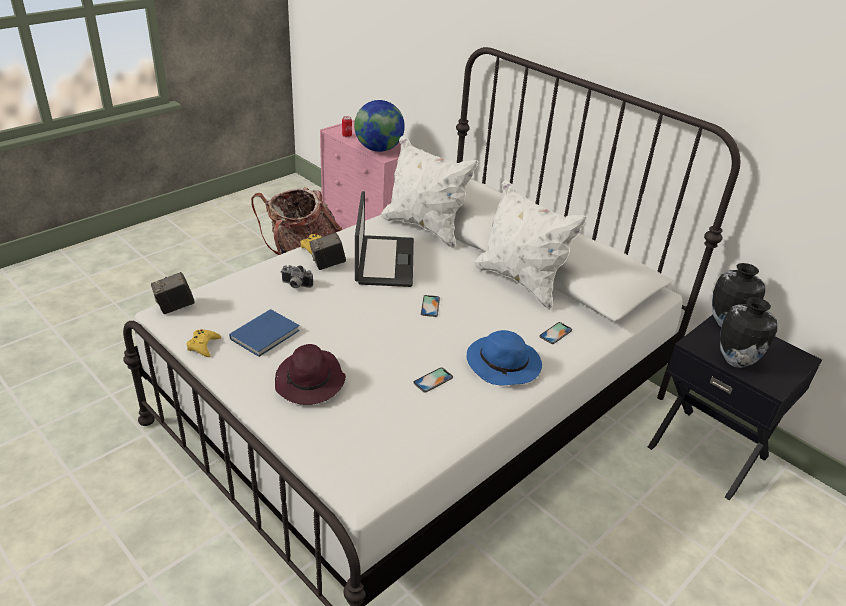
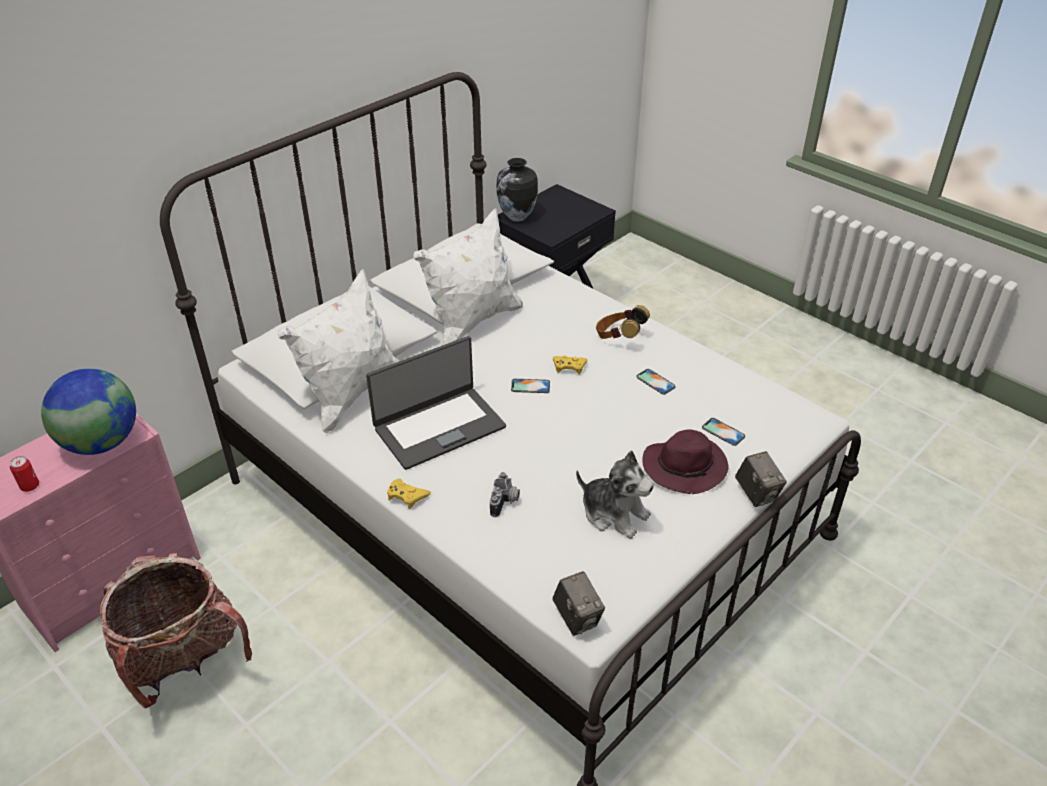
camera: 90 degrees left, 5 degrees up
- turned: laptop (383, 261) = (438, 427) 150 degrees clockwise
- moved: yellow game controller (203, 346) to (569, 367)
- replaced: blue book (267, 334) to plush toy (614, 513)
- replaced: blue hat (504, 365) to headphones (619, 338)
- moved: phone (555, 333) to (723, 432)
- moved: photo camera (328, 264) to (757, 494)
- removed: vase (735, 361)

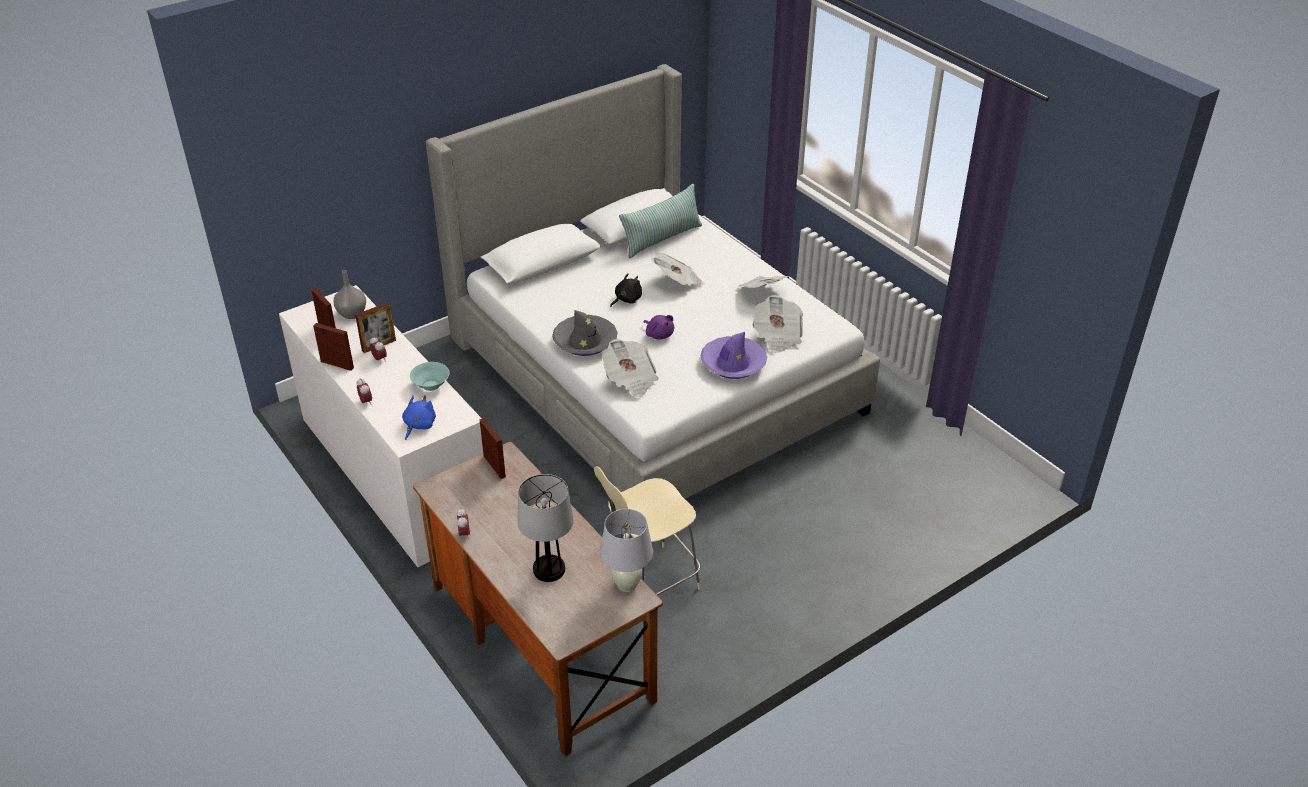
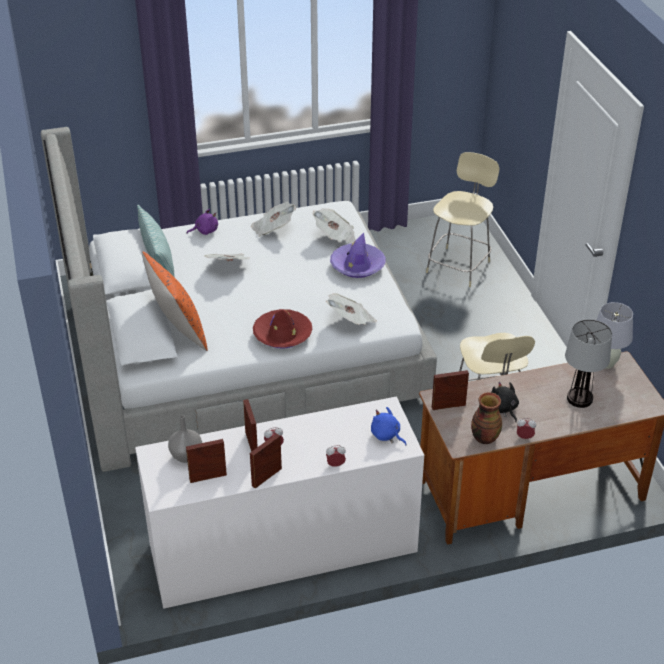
camera: 70 degrees left, 0 degrees up
- added: orange pillow (178, 330)
- moved: purple plush toy (659, 334) to (205, 231)
- recoloured: grey hat (585, 341) to red hat (282, 334)
- added: beige chair (459, 265)
- added: vase (484, 438)
- moved: black plush toy (626, 299) to (503, 409)
- removed: turquoise bowl (430, 385)

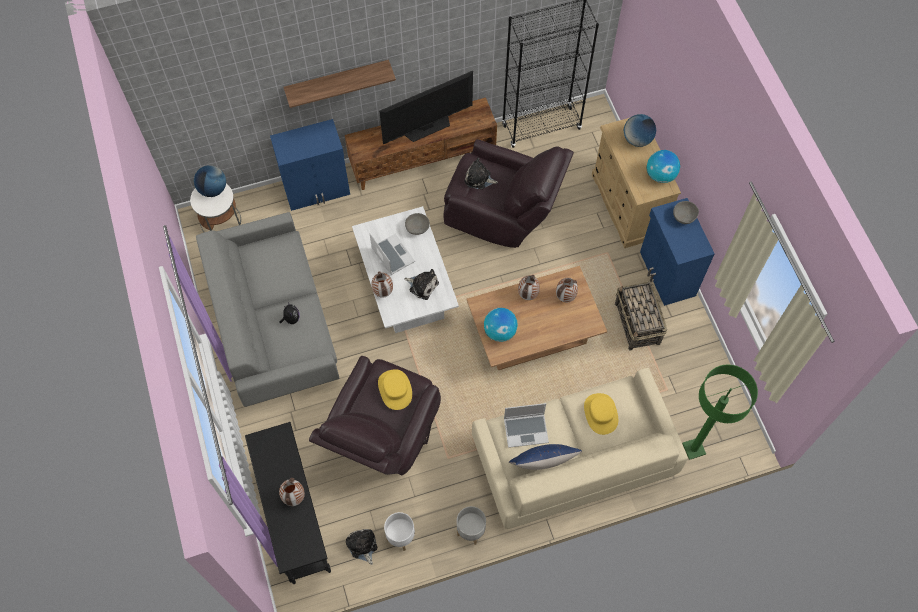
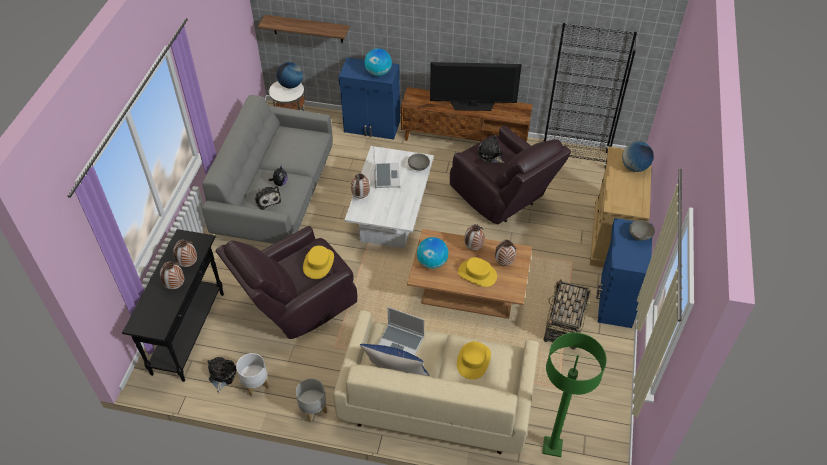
camera: 30 degrees right, 15 degrees down
- added: vase (188, 265)
- moved: plush toy (422, 285) to (267, 199)
- moved: shelf (337, 81) to (307, 29)
- moved: globe (660, 175) to (378, 73)
- added: yellow hat (477, 274)

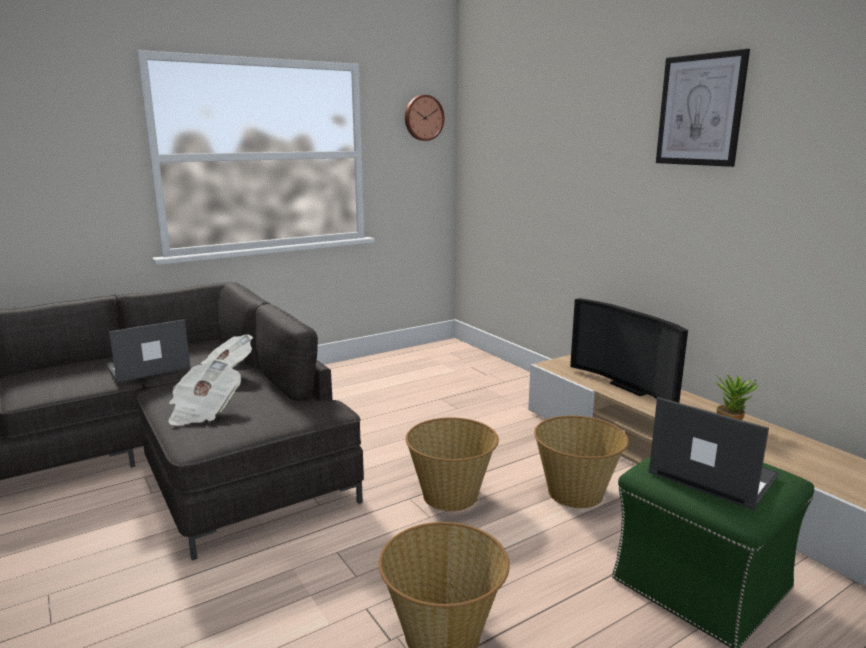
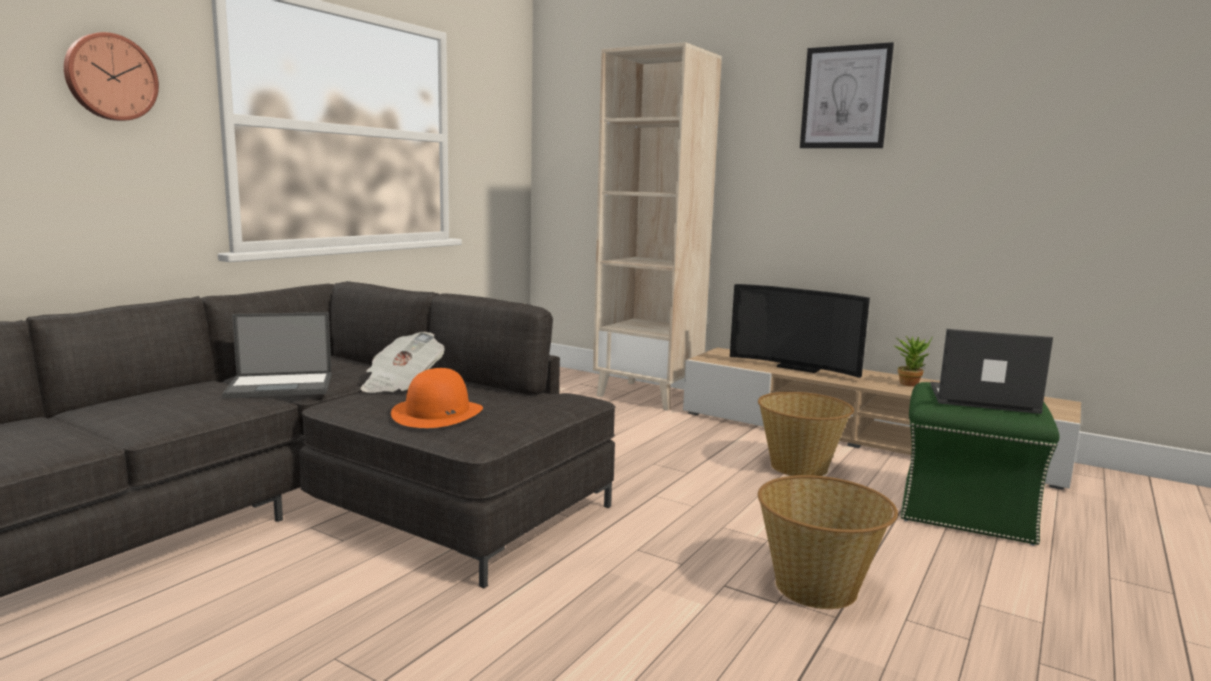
camera: 25 degrees left, 5 degrees down
- moved: wall clock (423, 118) to (110, 77)
- turned: laptop (147, 367) = (282, 386) 135 degrees counterclockwise
- replaced: newspaper (203, 411) to orange hat (437, 413)
- added: beige bookcase (649, 395)
- removed: basket (451, 495)

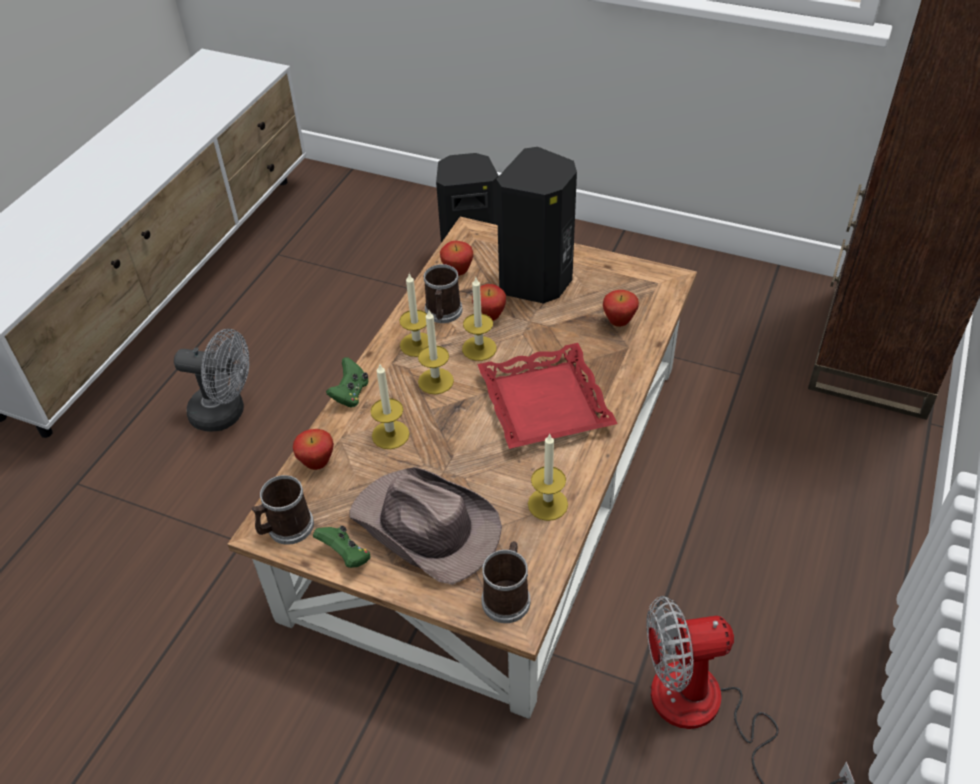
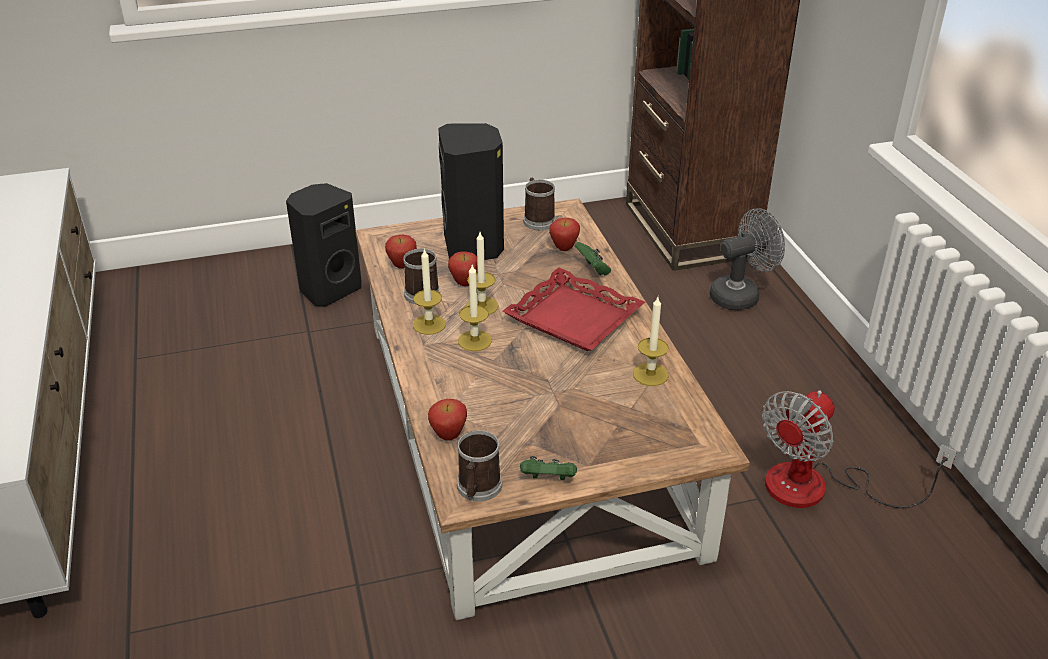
camera: 40 degrees left, 10 degrees down
- moved: mug (507, 596) to (538, 219)
- moved: green game controller (350, 394) to (593, 269)
- moved: grey fan (226, 413) to (741, 295)
- removed: brown hat (426, 528)
- removed: candle (390, 435)

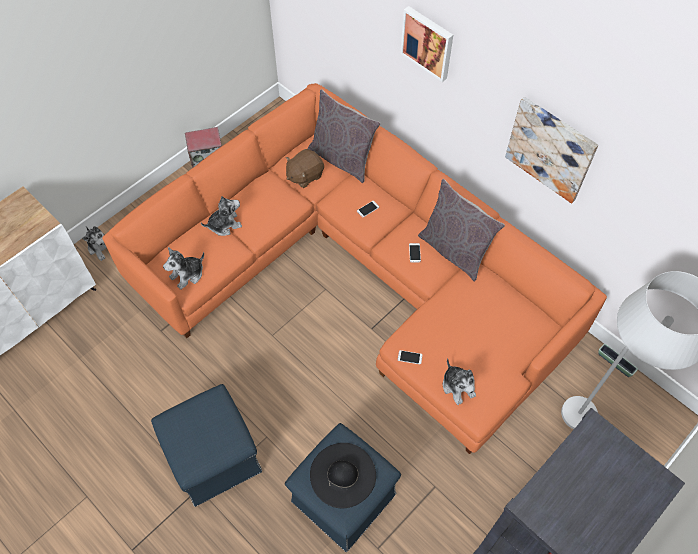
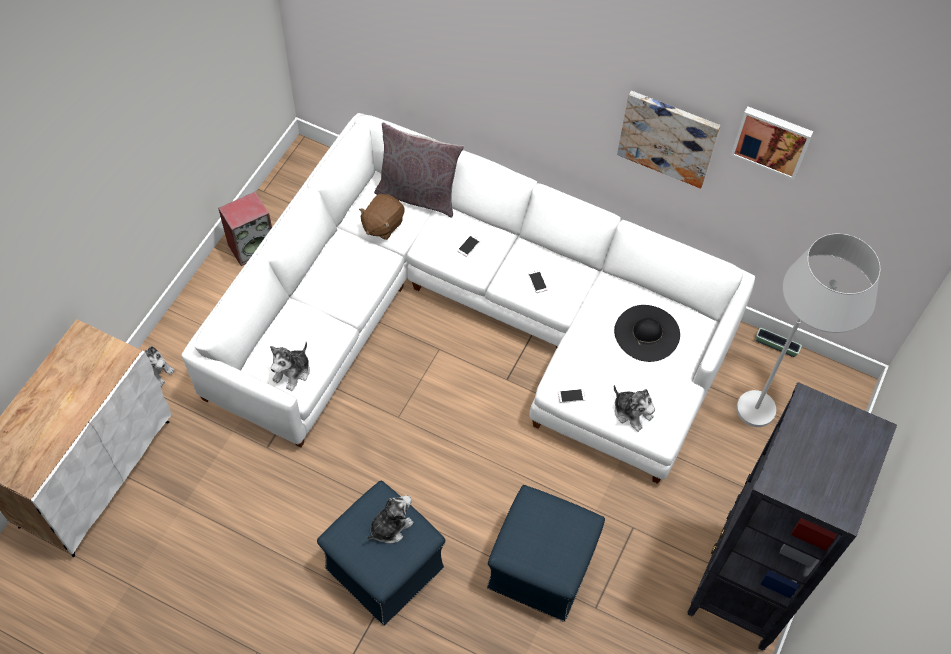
camera: 20 degrees left, 0 degrees up
- recoloured: orange sofa (360, 272) to white sofa (471, 320)
- moved: plush toy (224, 224) to (390, 526)
- moved: black hat (343, 475) to (647, 333)
- moved: picture (428, 42) to (772, 140)
- removed: grey pillow (454, 250)

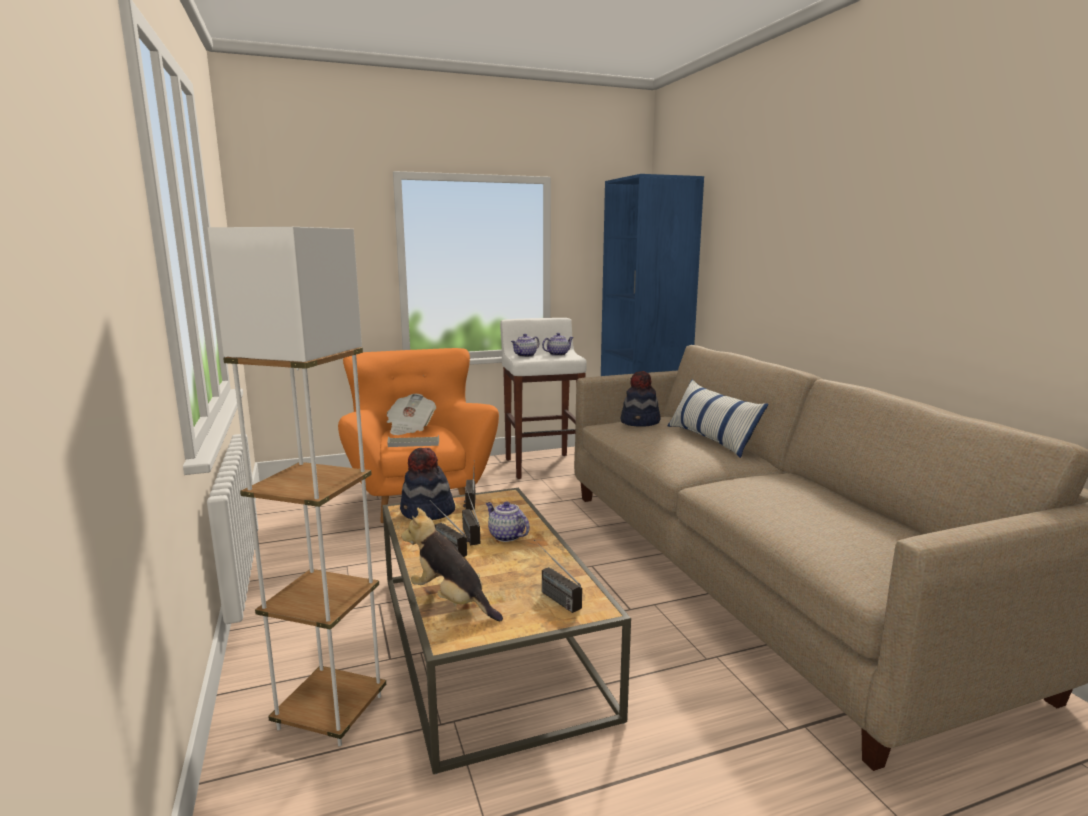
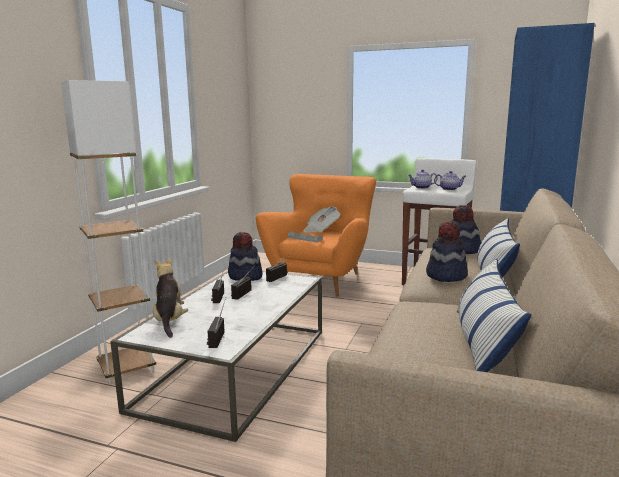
camera: 40 degrees right, 0 degrees up
- recoloured: brown coffee table (488, 641) to white coffee table (236, 368)
- added: hat (446, 275)
- added: pillow (483, 343)
- removed: teapot (506, 536)

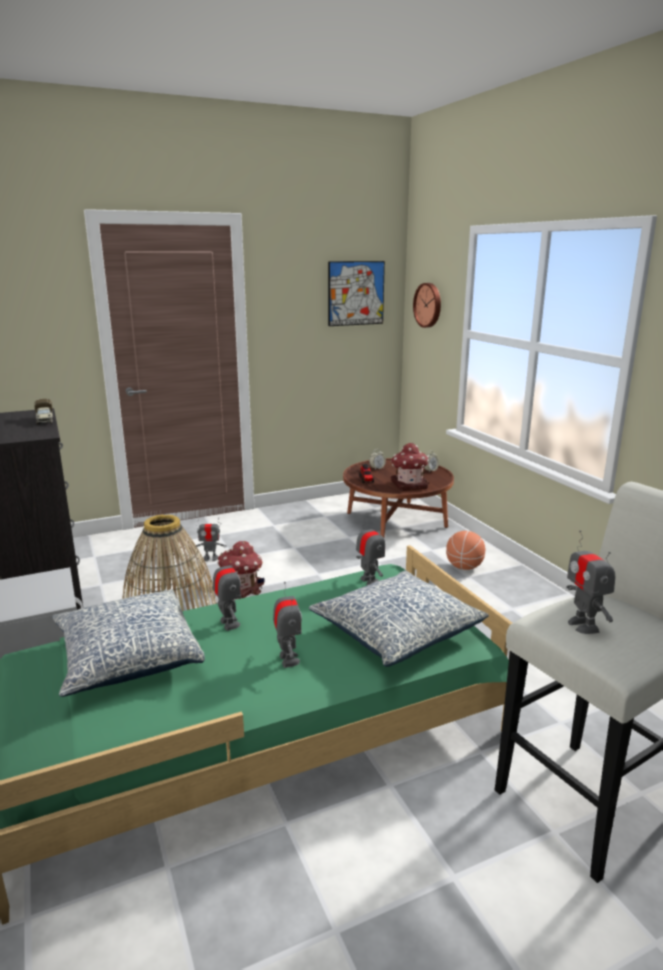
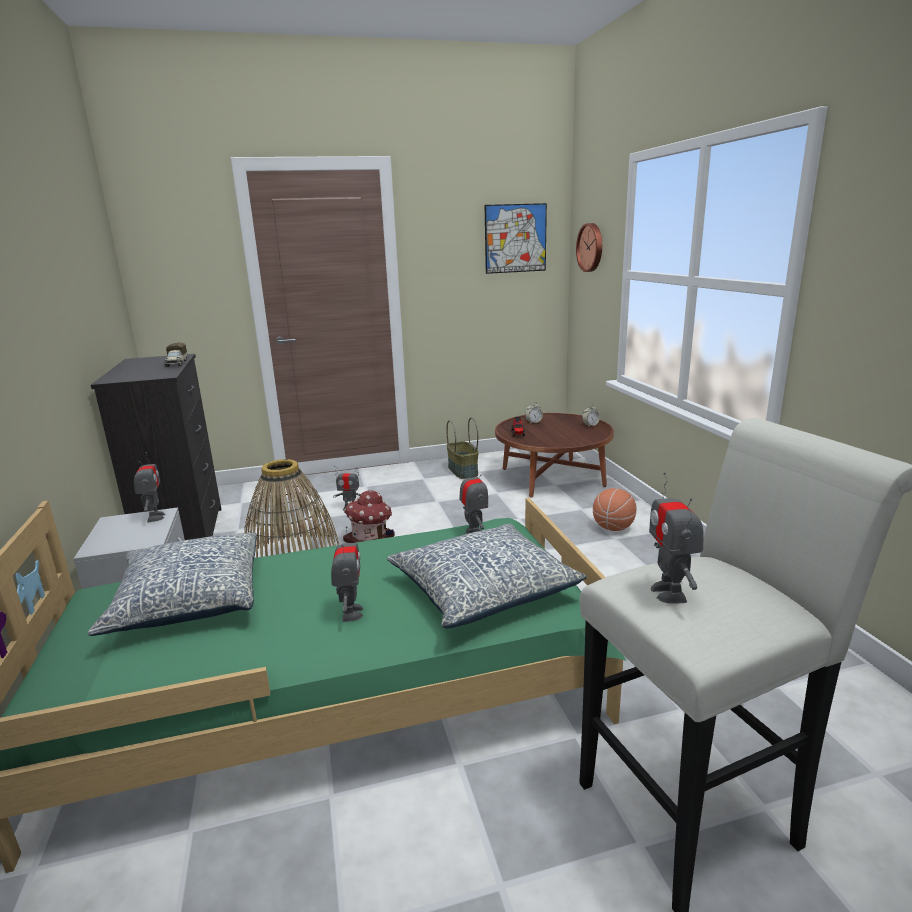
camera: 10 degrees right, 0 degrees up
- moved: toy robot (229, 624) to (155, 517)
- added: basket (462, 471)
- removed: toy house (408, 484)

